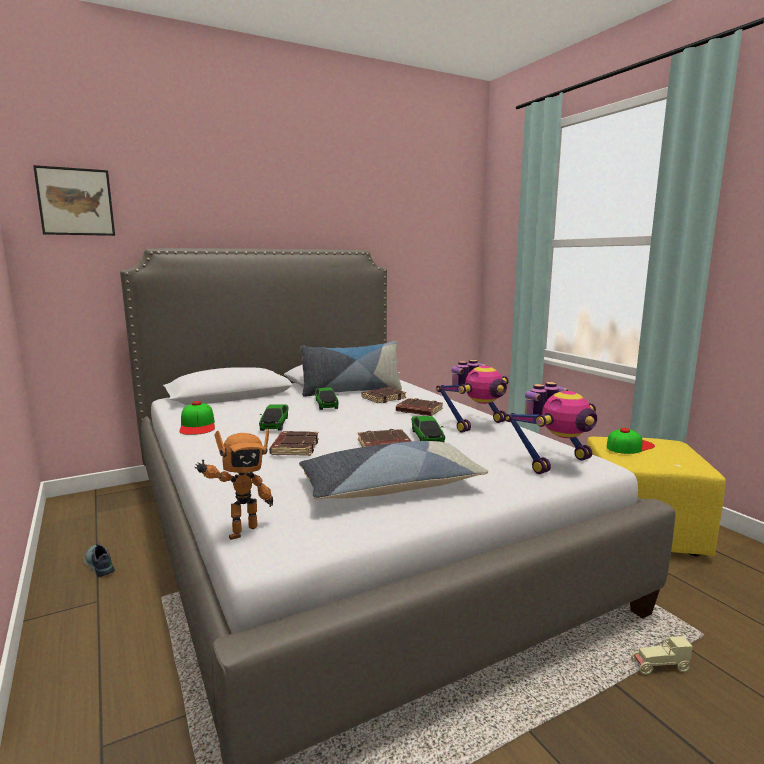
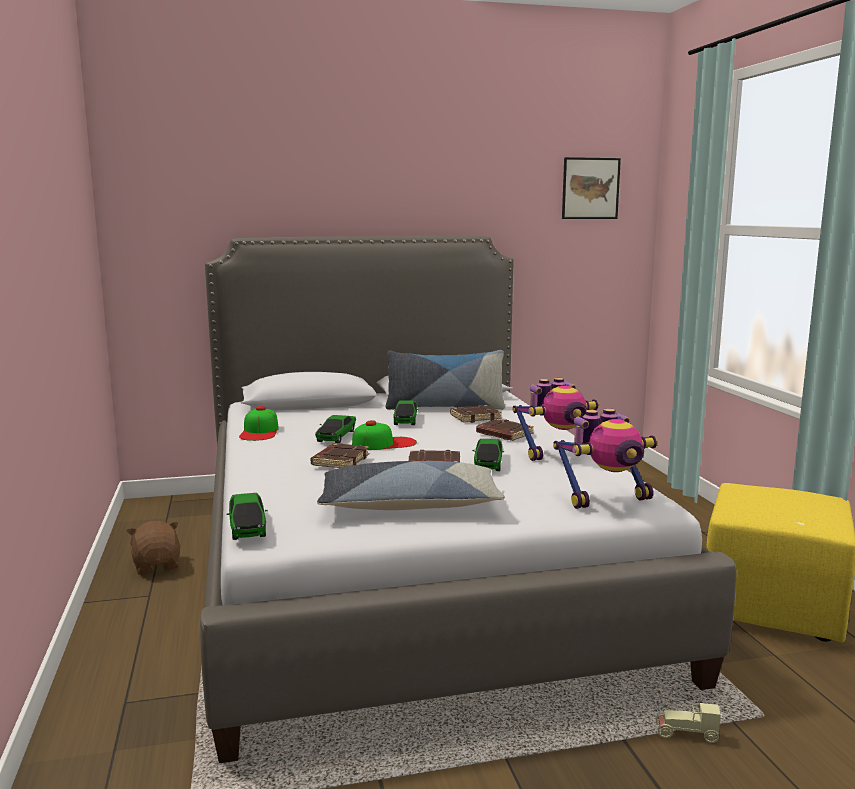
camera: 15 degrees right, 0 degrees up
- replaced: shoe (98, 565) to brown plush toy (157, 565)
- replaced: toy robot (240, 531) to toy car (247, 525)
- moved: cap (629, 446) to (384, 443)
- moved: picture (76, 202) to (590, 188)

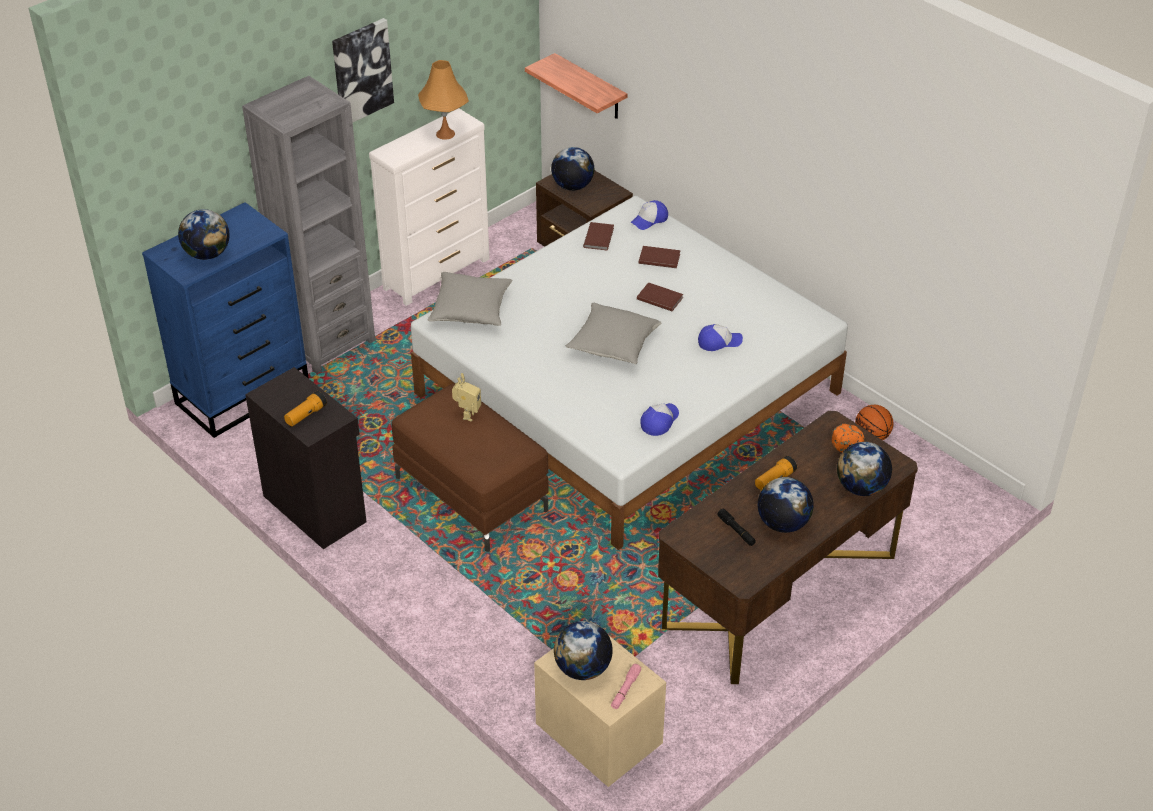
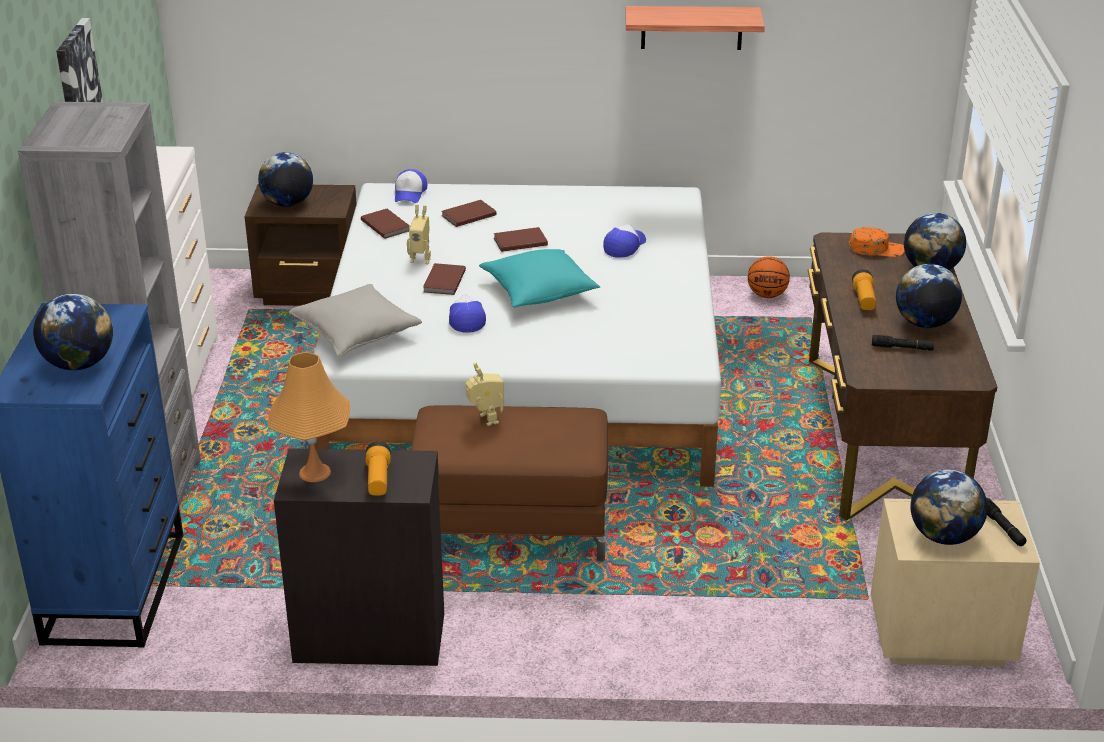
camera: 45 degrees left, 10 degrees down
- moved: orange table lamp (445, 134) to (315, 472)
- added: toy robot (421, 259)
- added: brown book (443, 281)
- moved: cap (659, 421) to (466, 318)
- recoloured: grey pillow (613, 344) to turquoise pillow (539, 292)
- moved: shelf (590, 87) to (691, 27)
- recoloured: pink flashlight (625, 690) to black flashlight (1002, 527)

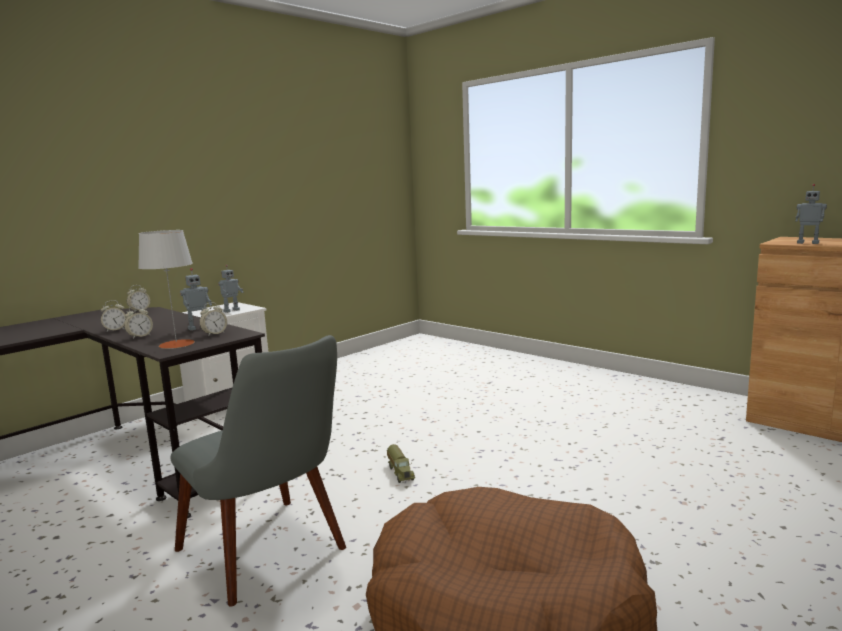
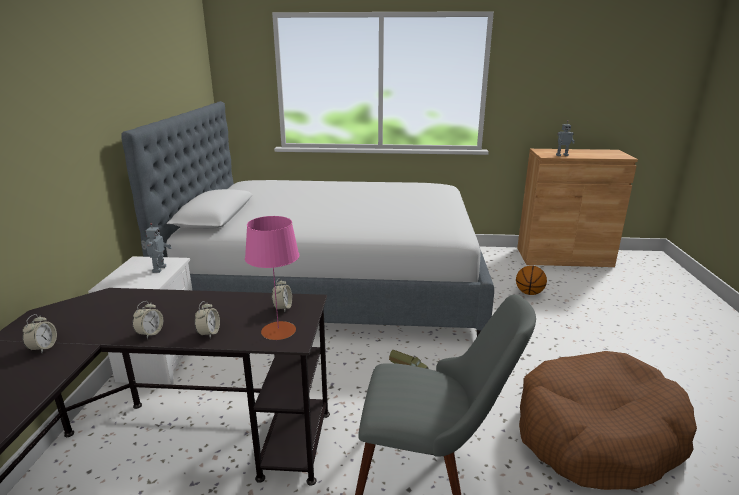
camera: 40 degrees left, 10 degrees up
- moved: alarm clock (139, 310) to (43, 348)
- added: bed (334, 284)
- recoloured: grey table lamp (176, 344) to pink table lamp (278, 331)
- added: basketball (529, 293)
- removed: toy robot (198, 328)

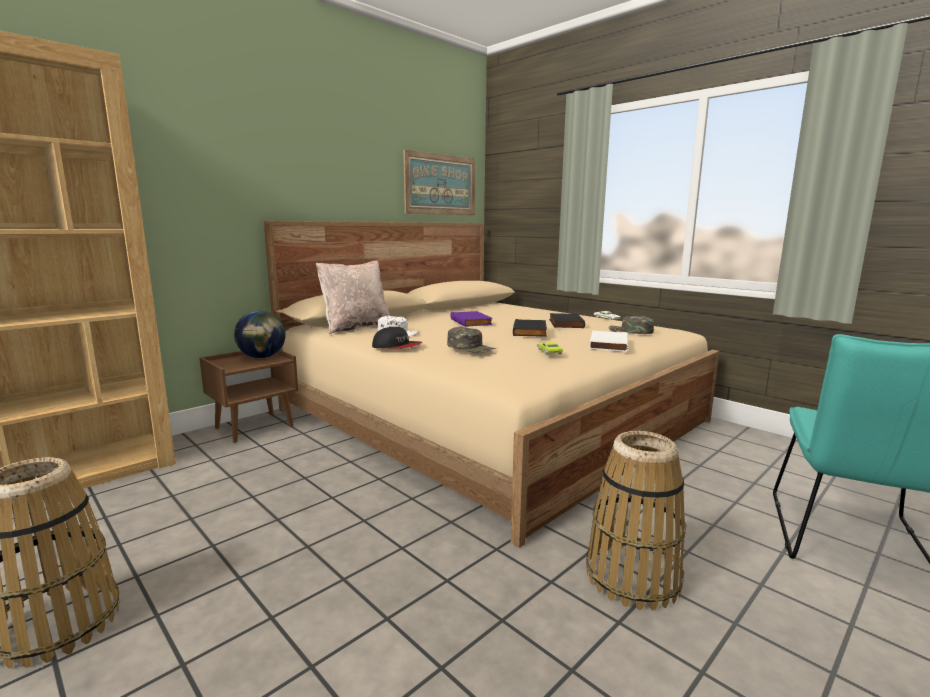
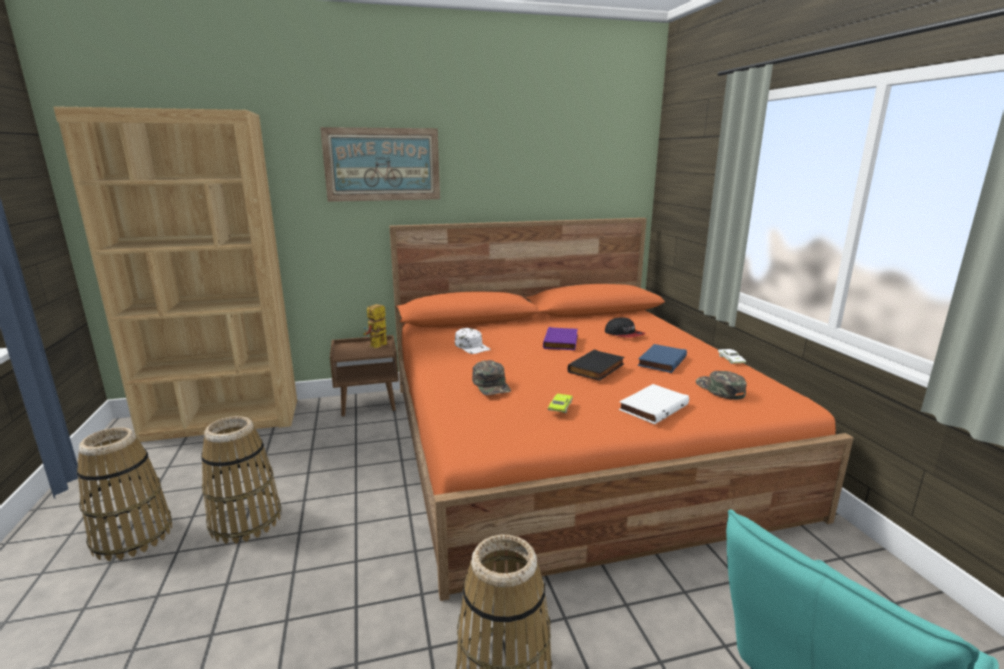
camera: 30 degrees right, 5 degrees up
- added: basket (246, 520)
- moved: picture (440, 184) to (382, 164)
- replaced: globe (262, 357) to toy robot (376, 346)
- recoloured: beige bed (490, 415) to orange bed (569, 442)
- moved: cap (397, 347) to (624, 334)
- recoloured: black book (564, 323) to blue book (661, 361)
- removed: beige pillow (356, 327)

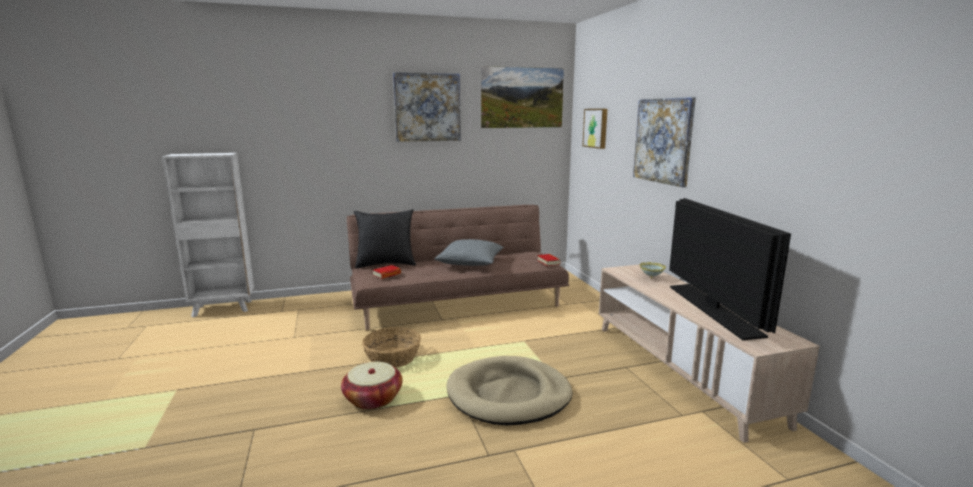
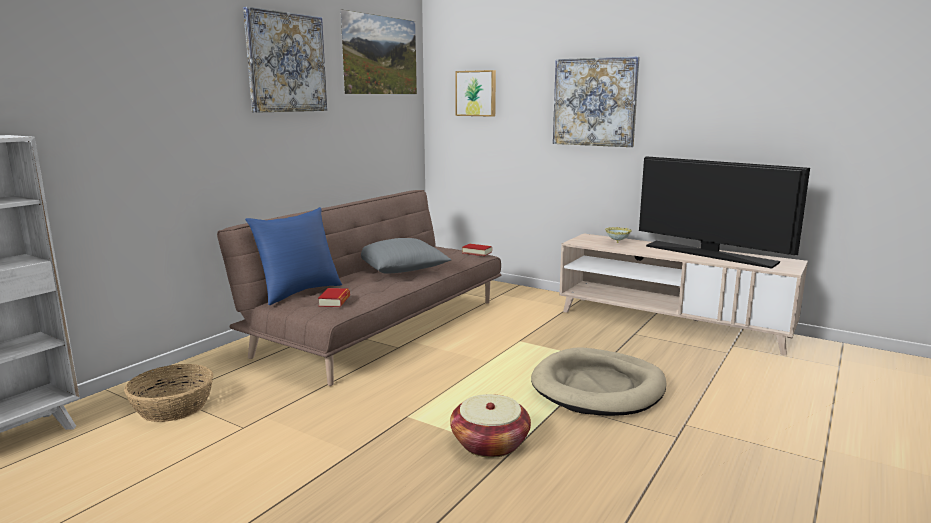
camera: 40 degrees left, 0 degrees up
- moved: basket (393, 358) to (174, 407)
- recoloured: black pillow (386, 264) to blue pillow (298, 292)

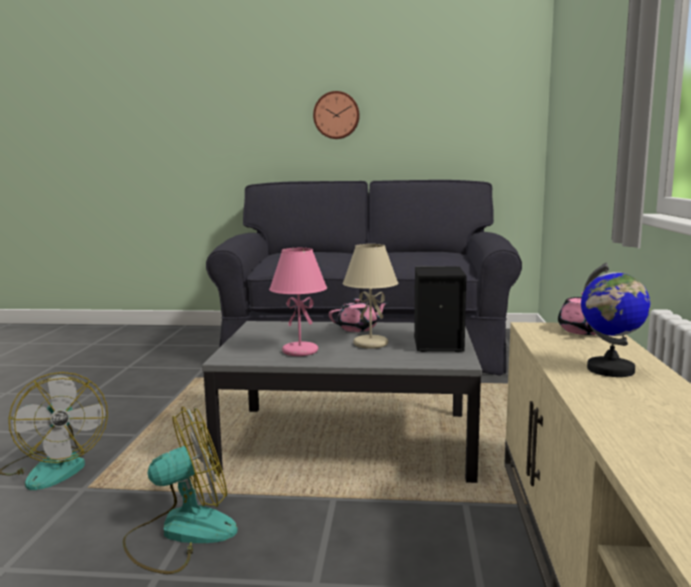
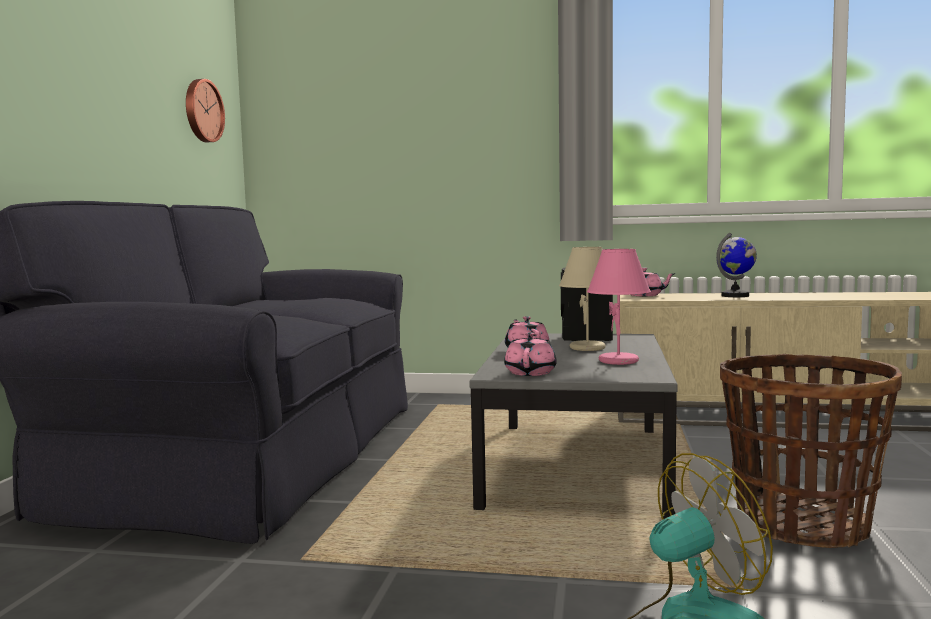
camera: 85 degrees left, 5 degrees down
- moved: wall clock (336, 115) to (202, 111)
- added: pink teapot (531, 372)
- replaced: fan (181, 533) to basket (801, 524)

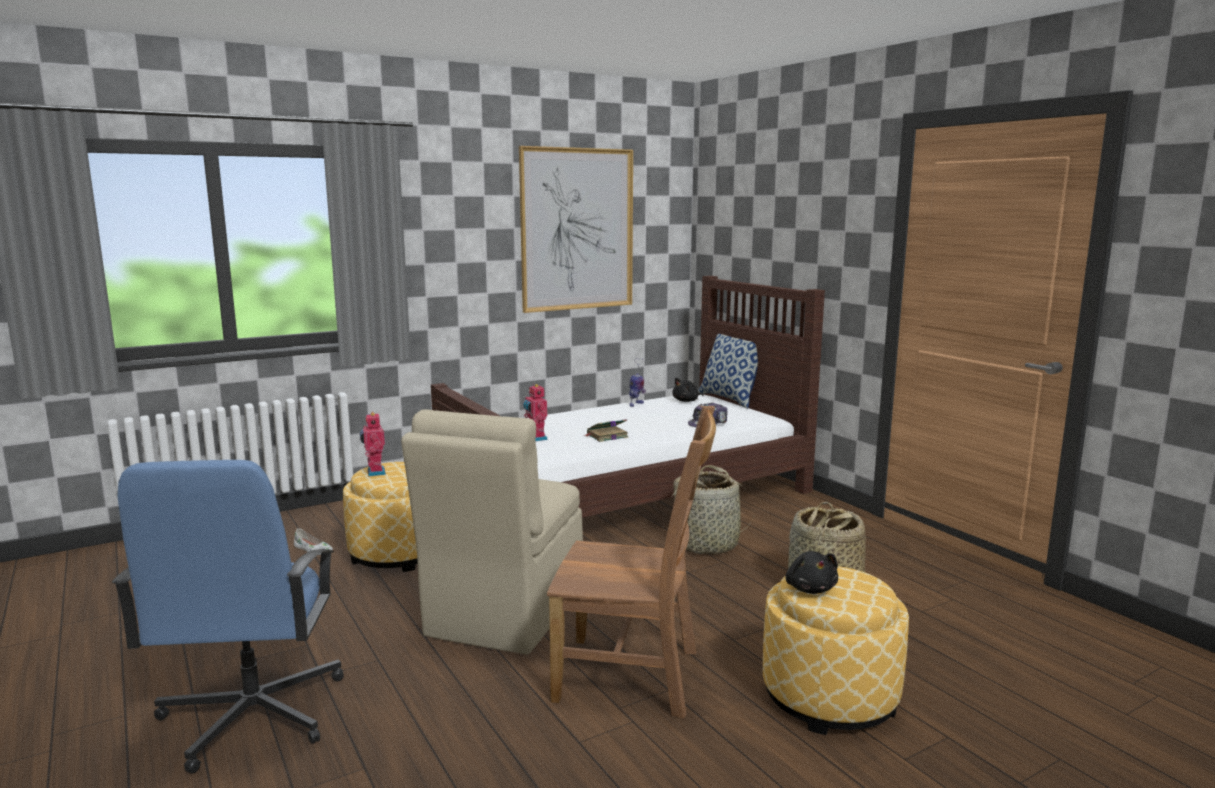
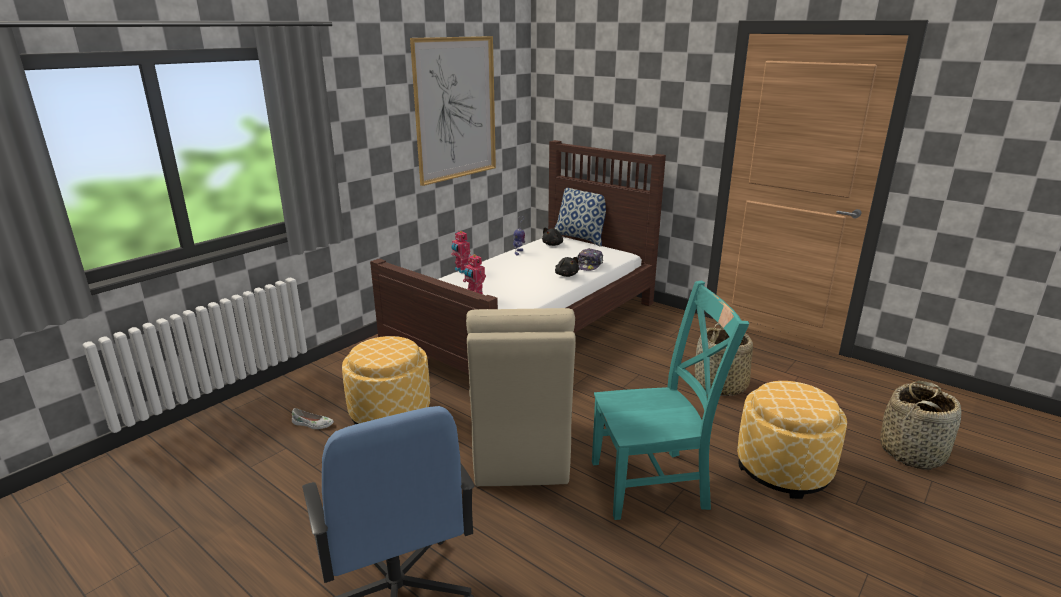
camera: 20 degrees left, 10 degrees up
- moved: toy robot (374, 472) to (461, 270)
- moved: black plush toy (810, 588) to (566, 275)
- recoloured: brown chair (634, 676) to turquoise chair (653, 484)
- moved: basket (707, 544) to (912, 452)
- removed: book (606, 436)

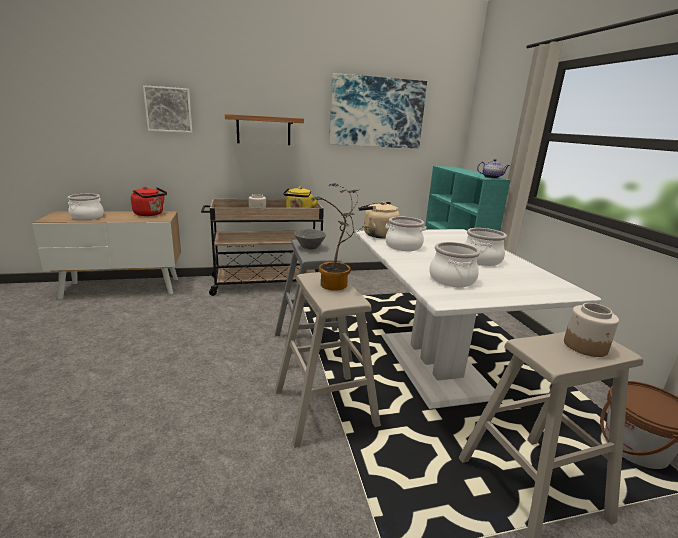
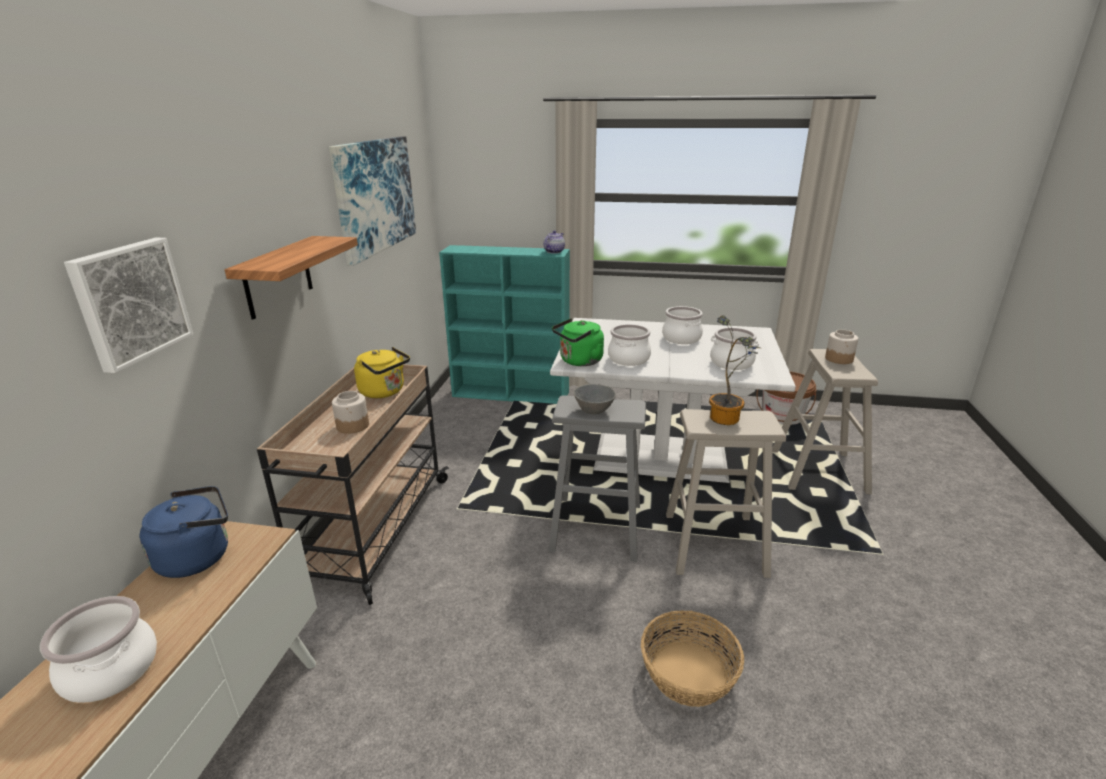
camera: 65 degrees left, 5 degrees up
- recoloured: red kettle (150, 214) to blue kettle (199, 556)
- recoloured: beige kettle (377, 235) to green kettle (579, 361)
- added: basket (688, 674)

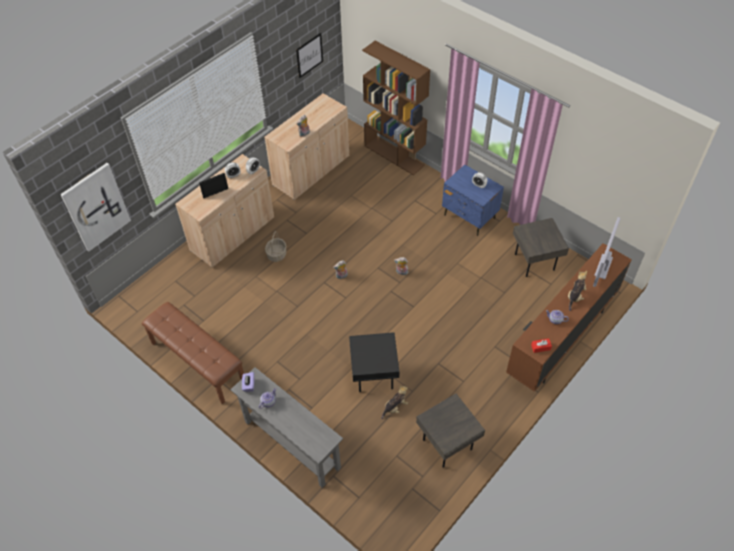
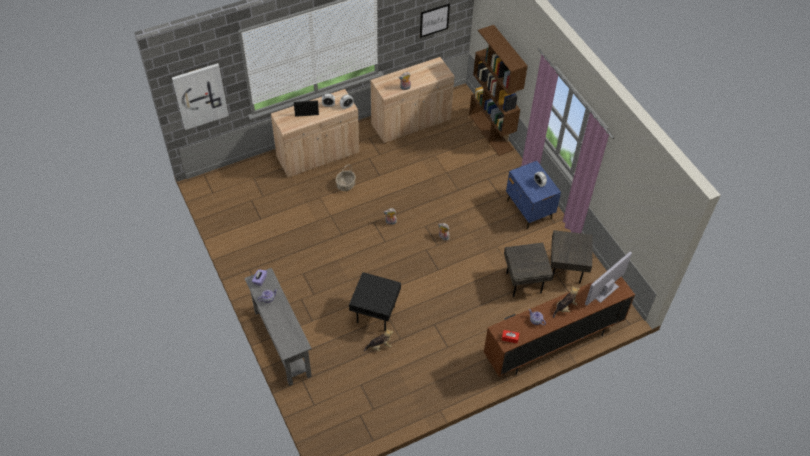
camera: 20 degrees right, 0 degrees up
- moved: grey side table (447, 443) to (524, 282)
- removed: brown bench (197, 362)

